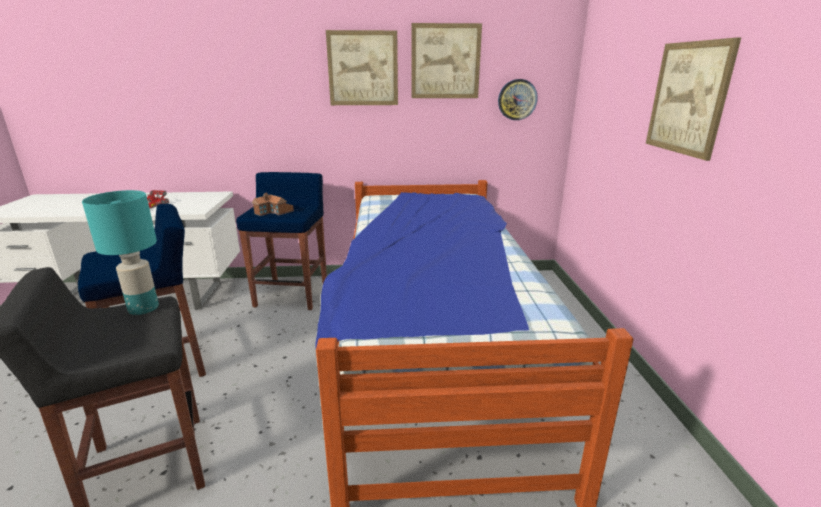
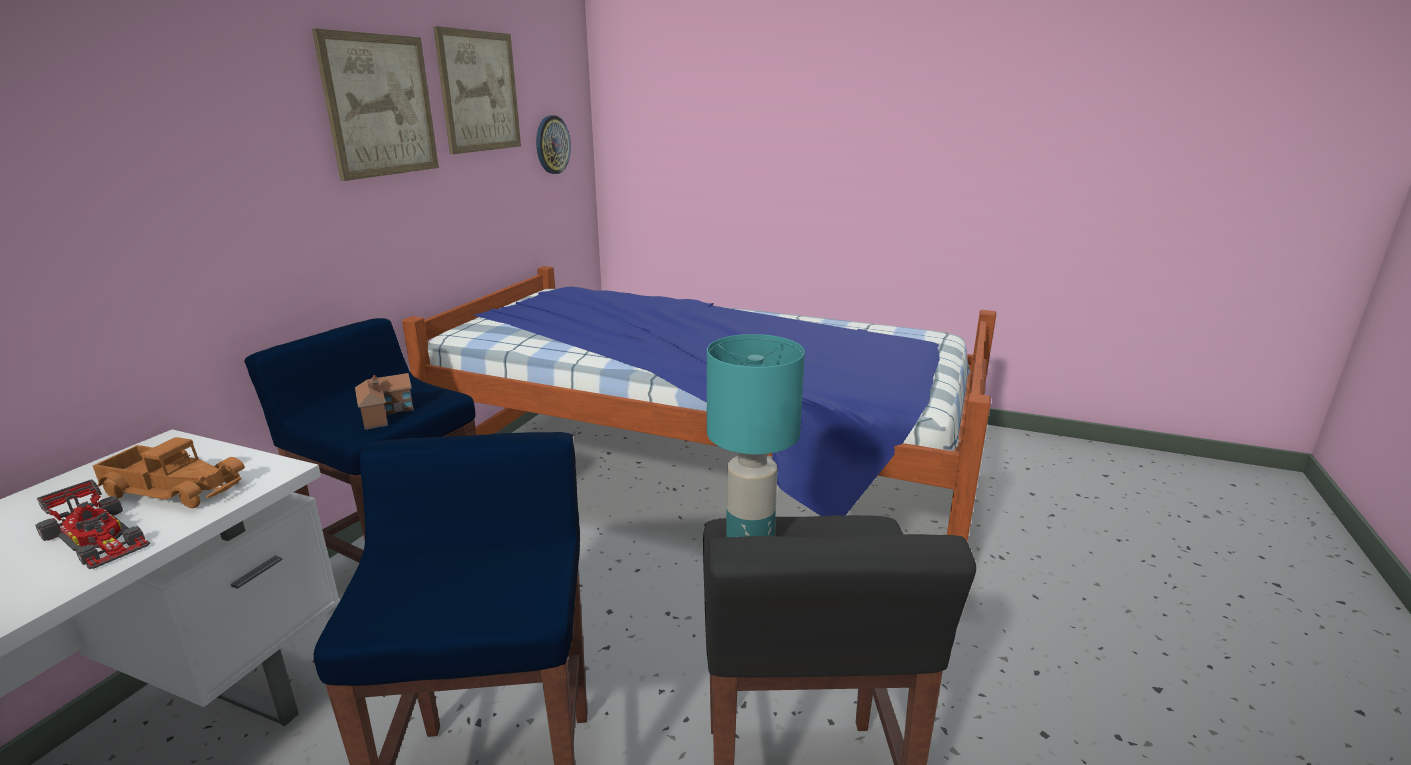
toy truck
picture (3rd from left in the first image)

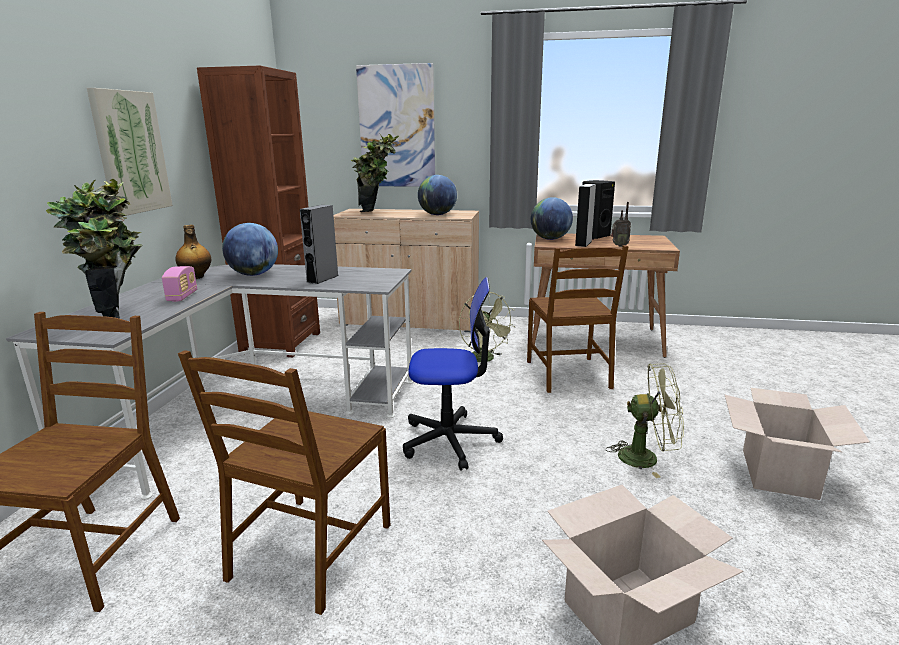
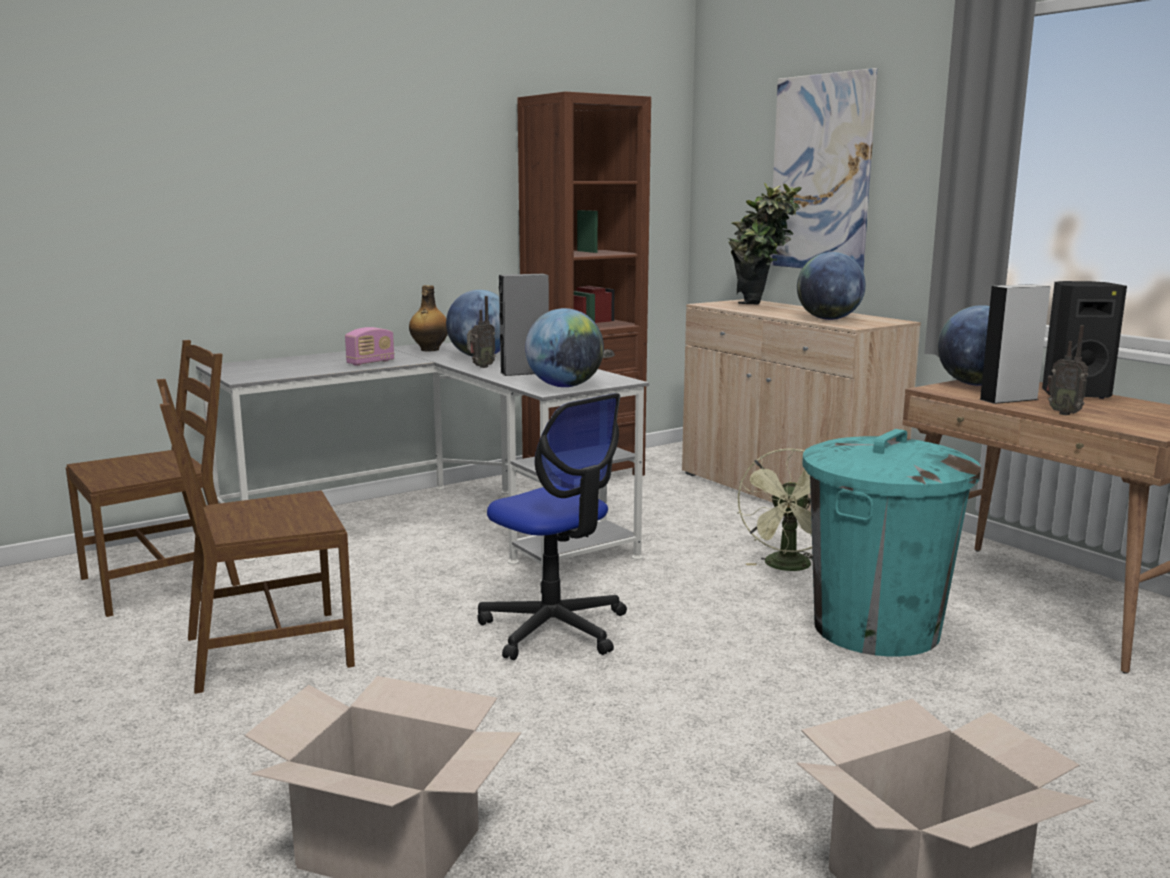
radio (2nd from left)
globe (2nd from left)
turquoise trash can
potted plant (1st from left in the first image)
picture (1st from left in the first image)
green fan (2nd from left in the first image)

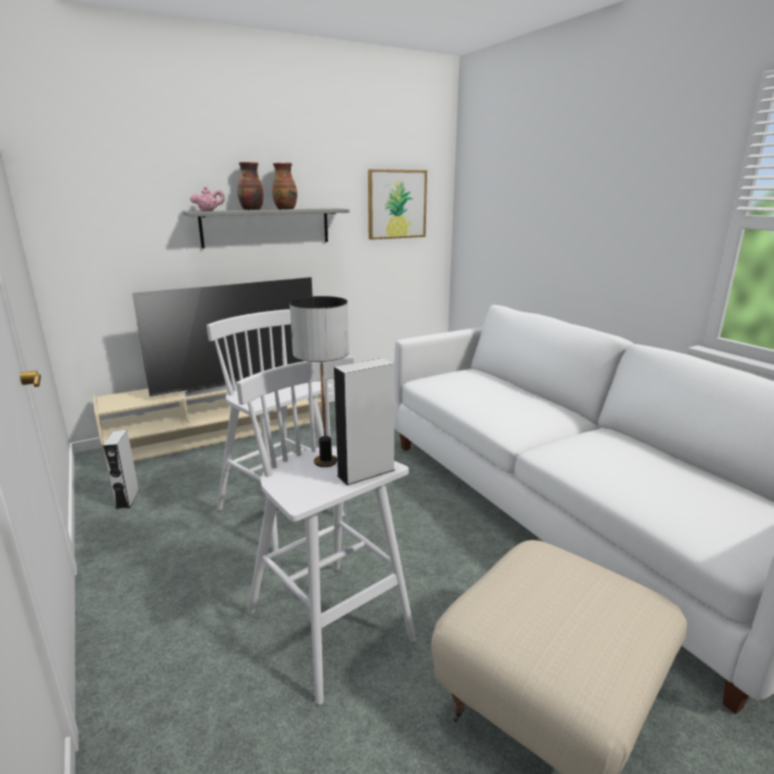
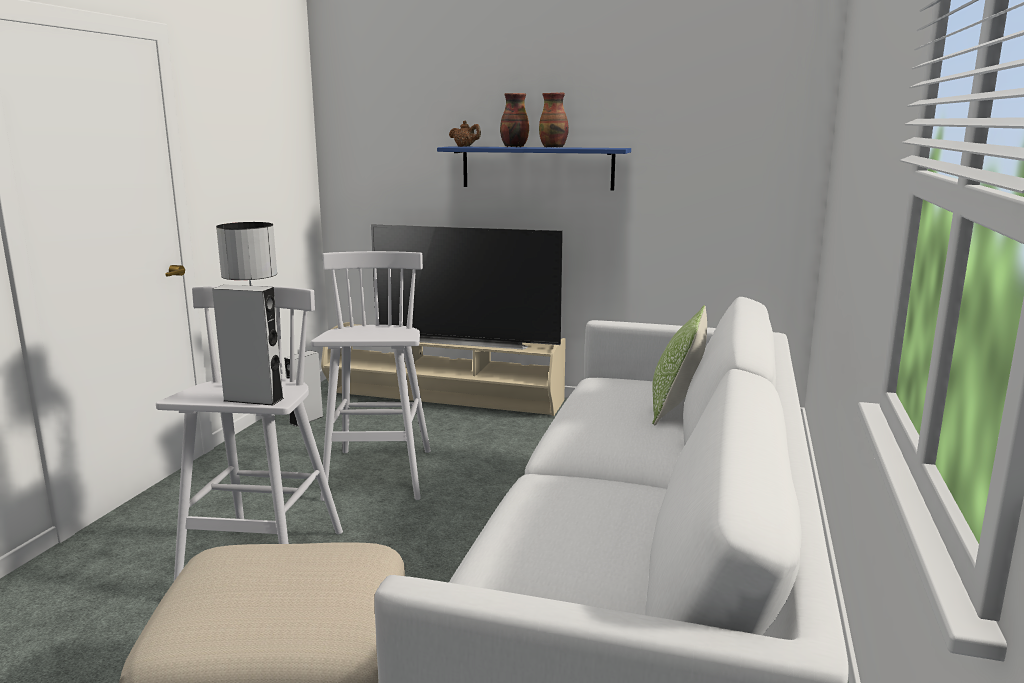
blue shelf
brown teapot
pillow
picture

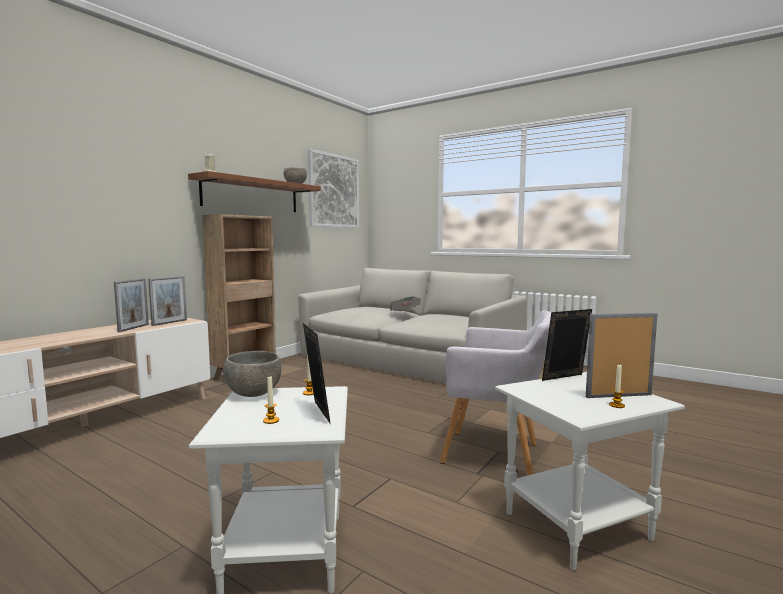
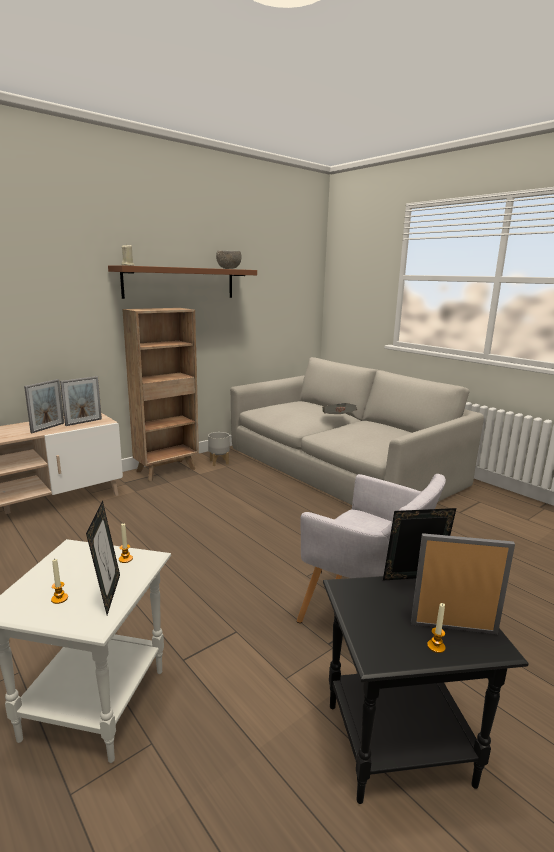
grey planter
black side table
grey bowl (1st from left in the first image)
picture

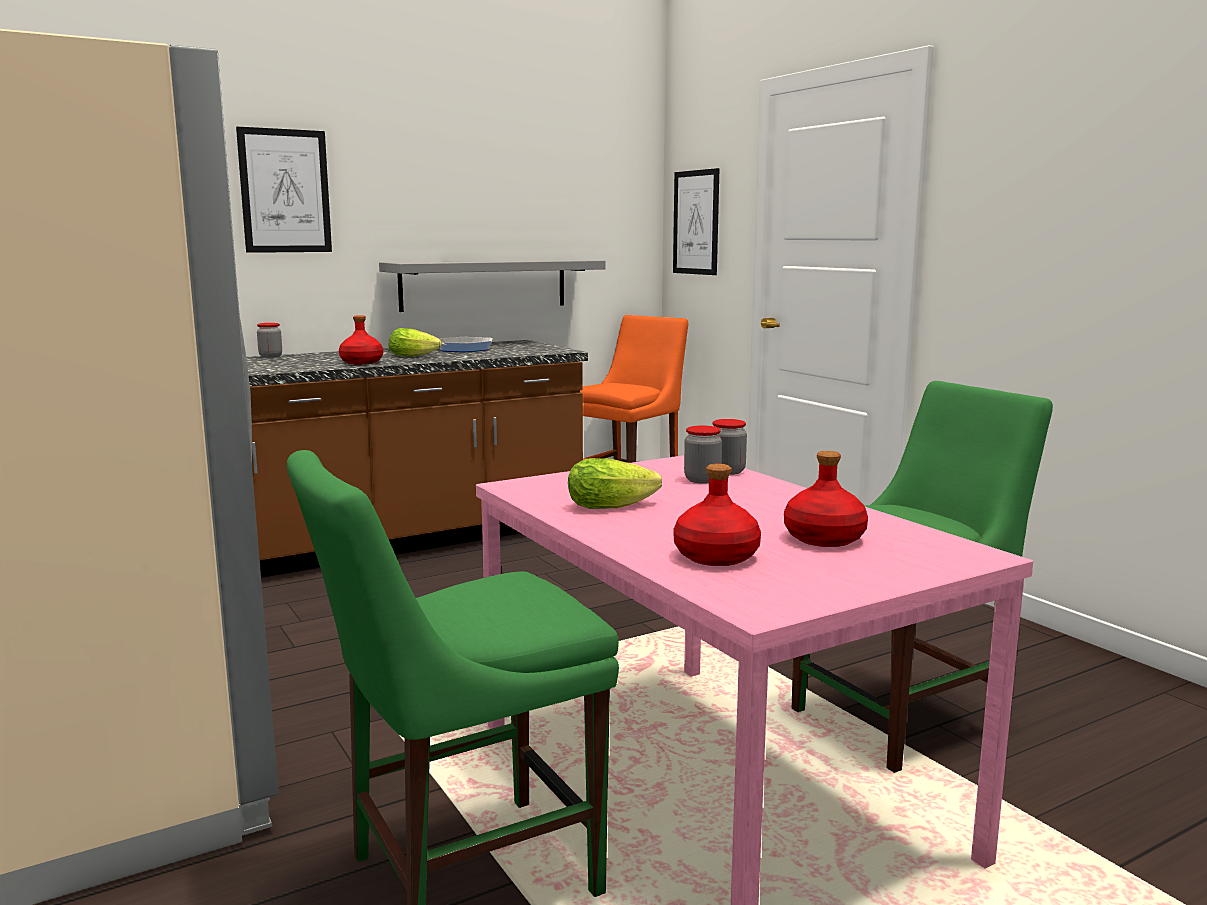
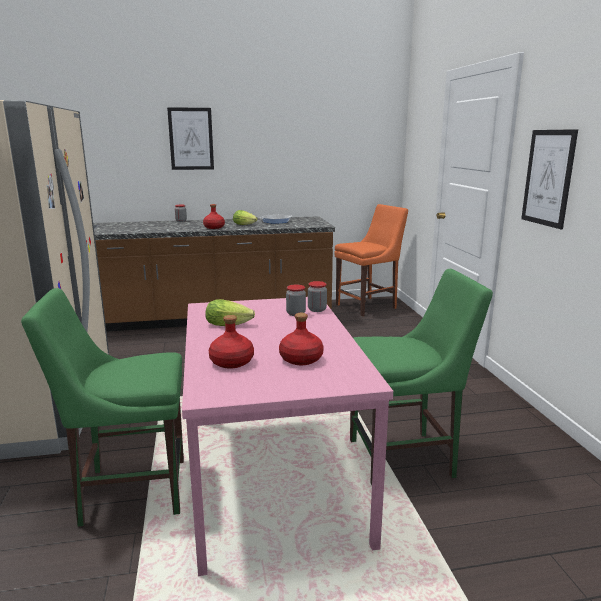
picture (2nd from left)
grey shelf

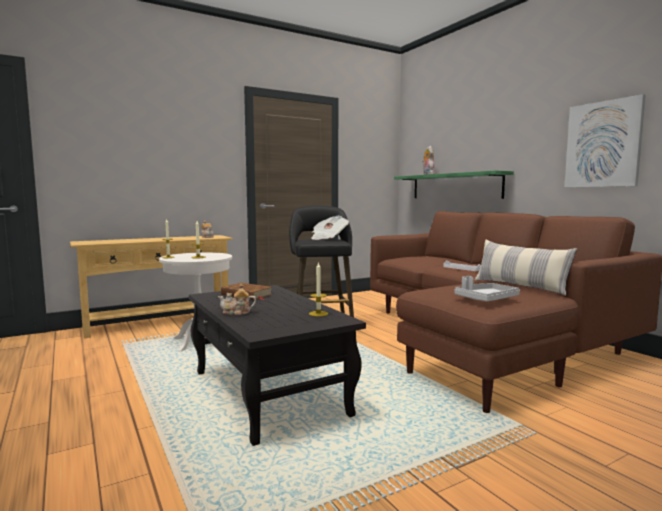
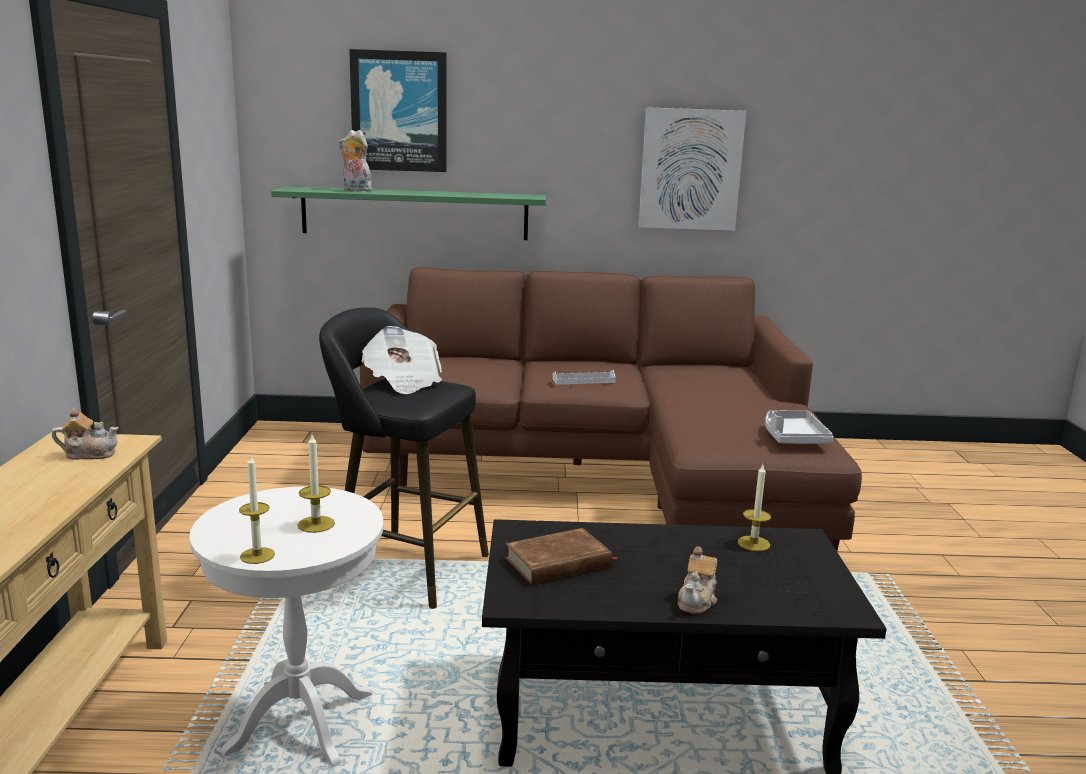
picture (1st from left)
pillow

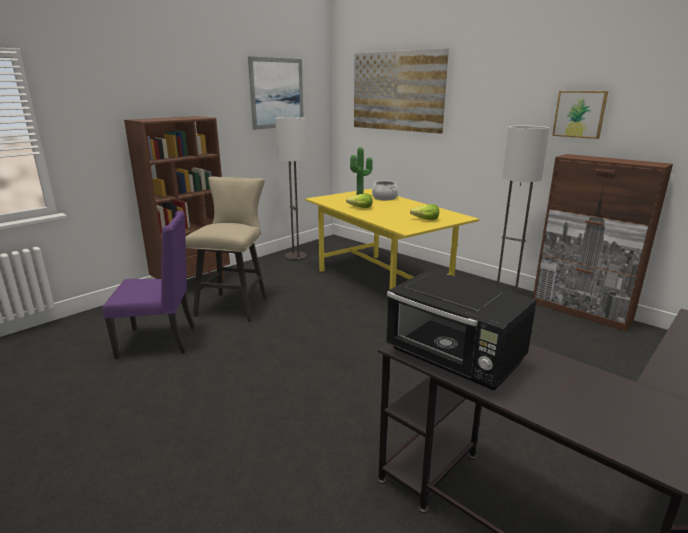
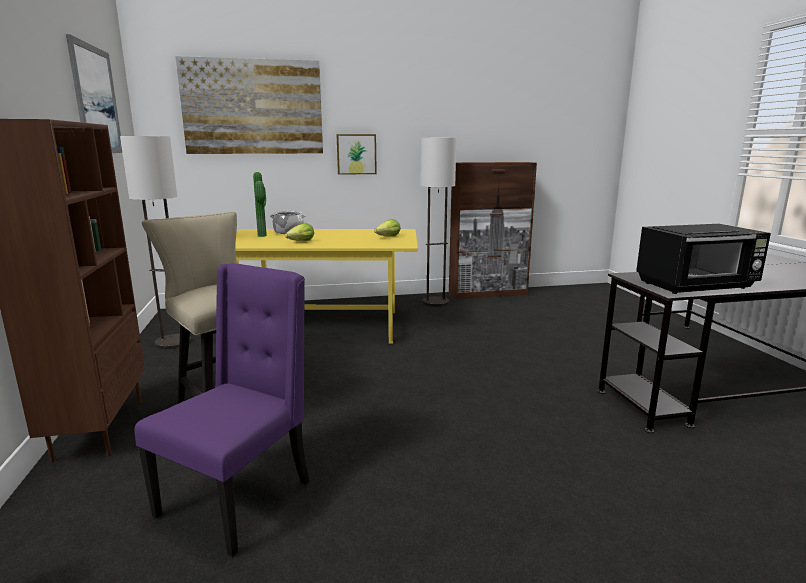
picture (3rd from left)

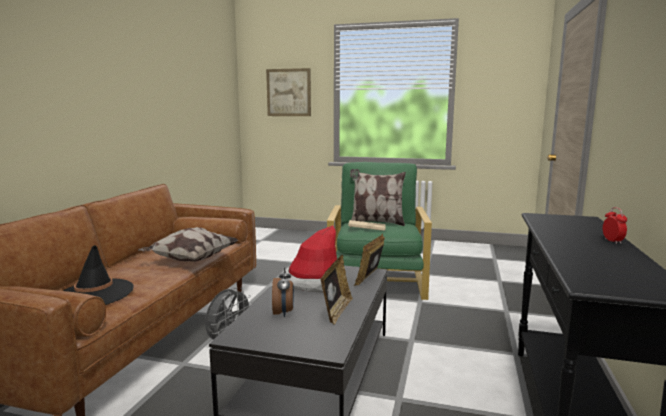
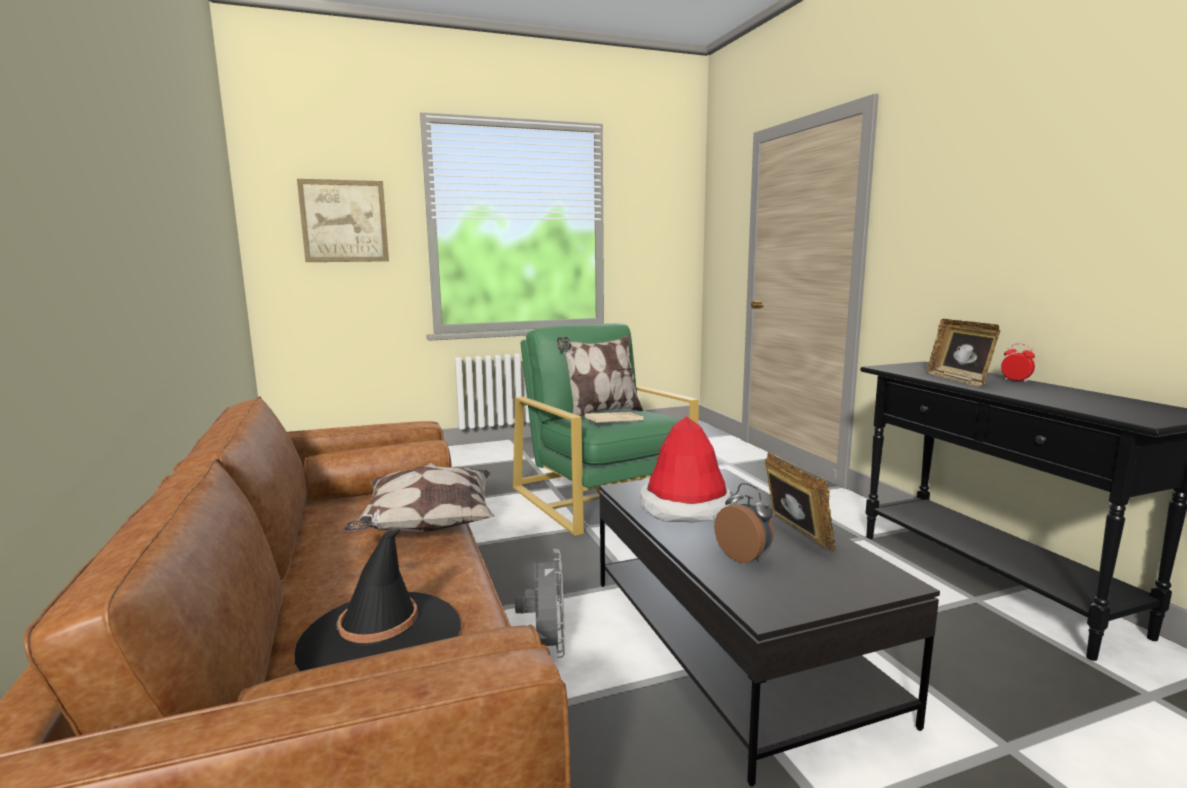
picture frame (2nd from left)

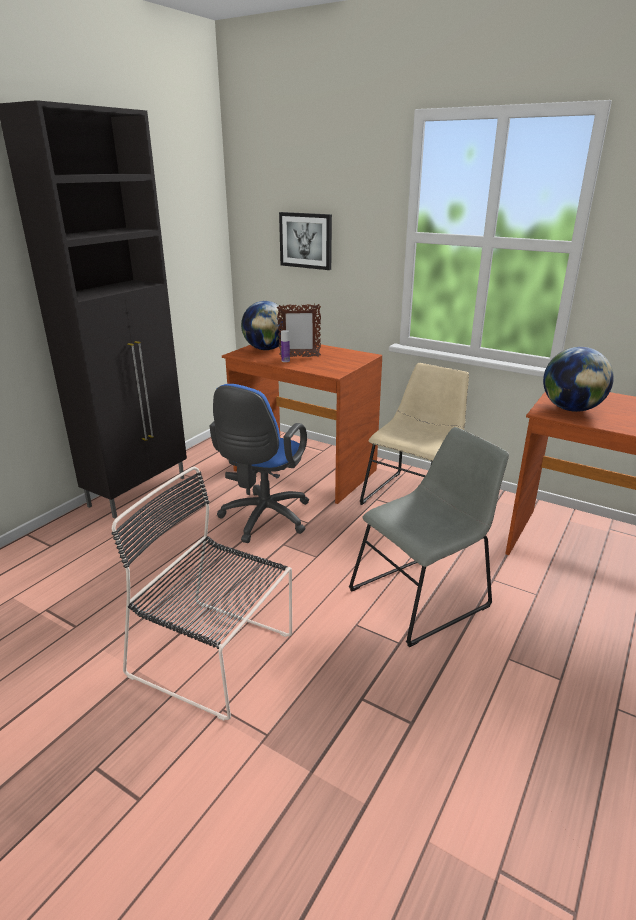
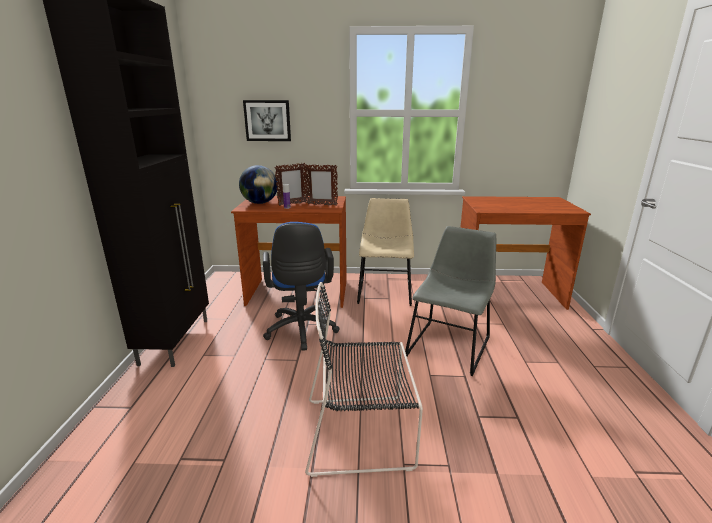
picture frame (2nd from left)
globe (2nd from left in the first image)

